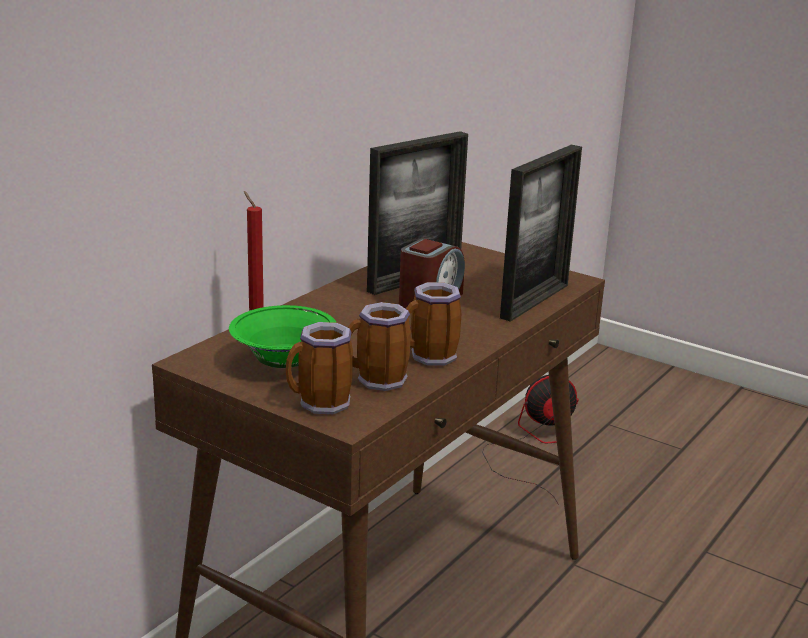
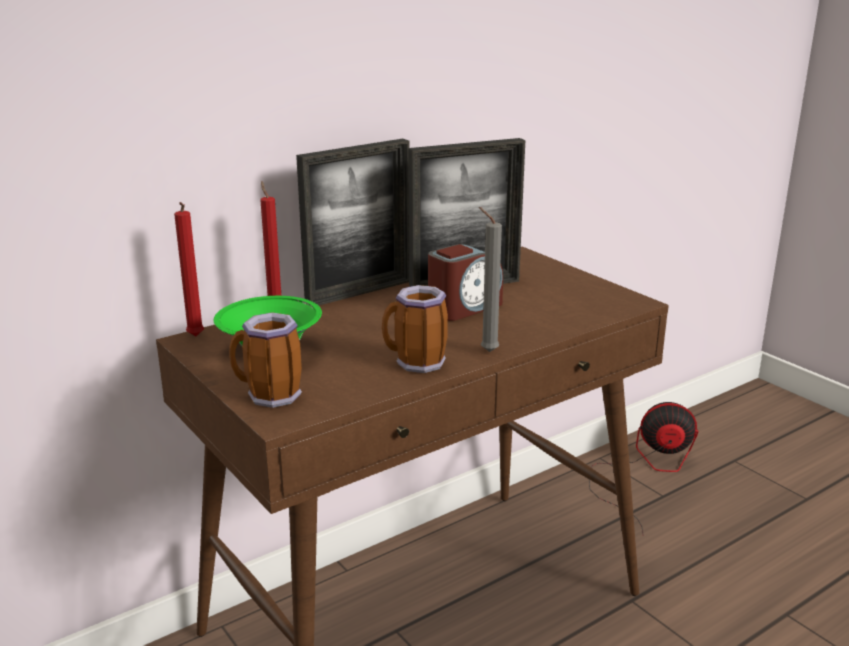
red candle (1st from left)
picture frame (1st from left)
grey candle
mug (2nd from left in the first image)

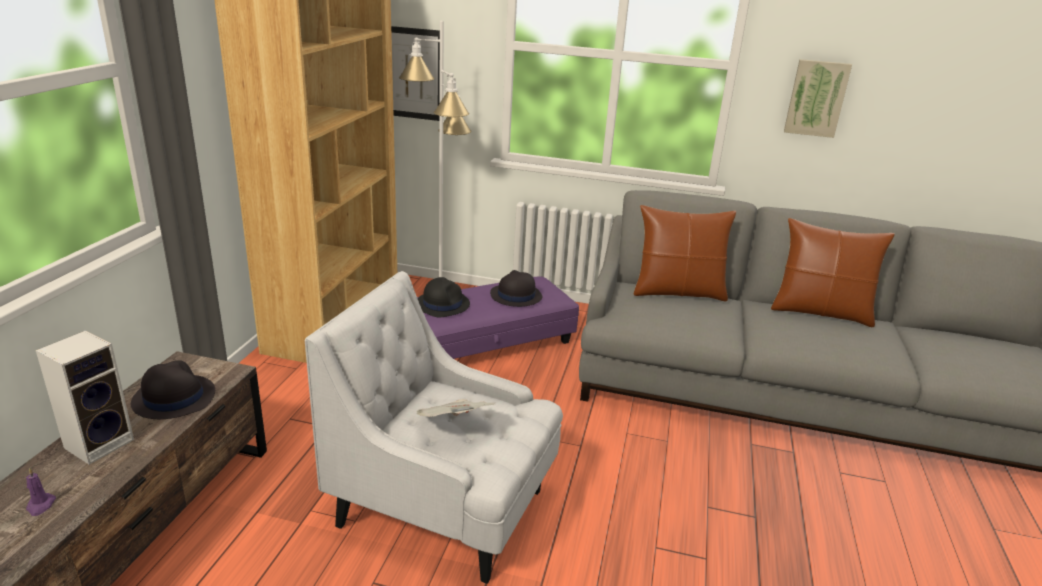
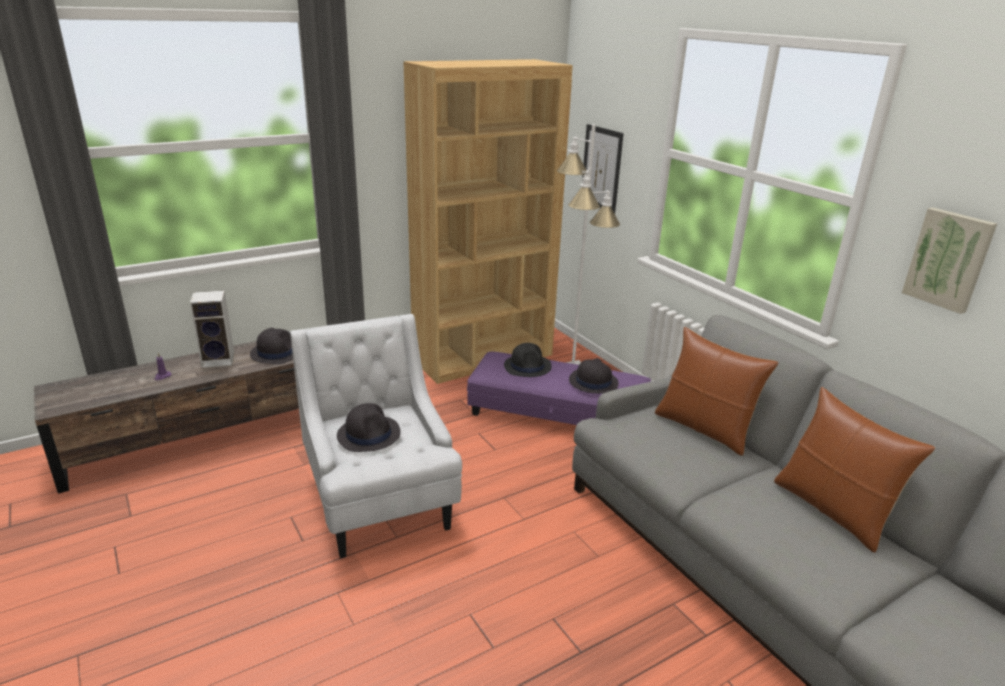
black hat (2nd from left)

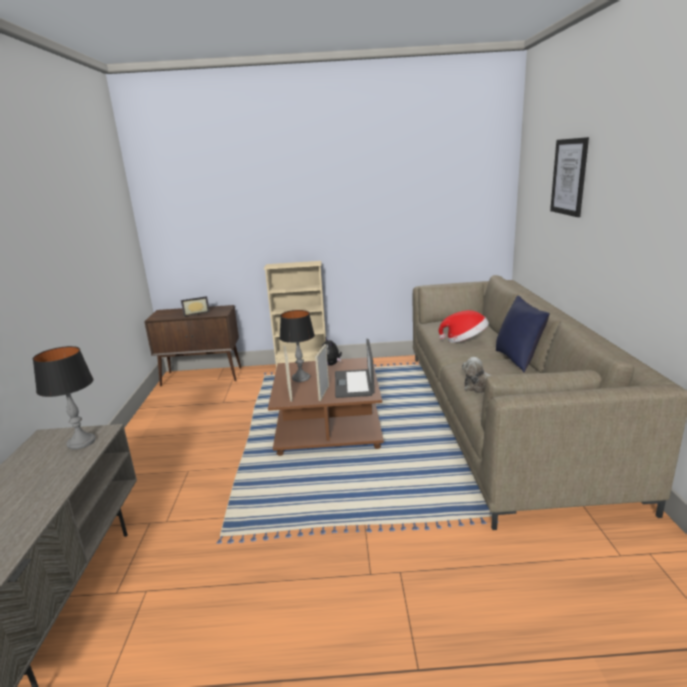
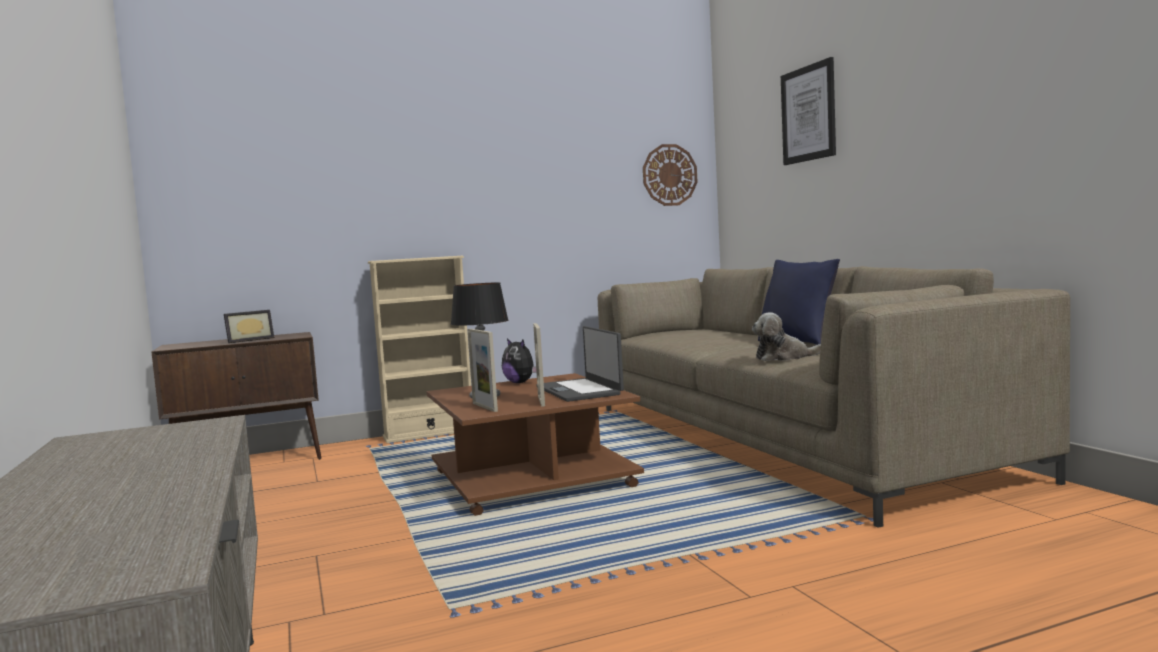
wall clock
table lamp (1st from left in the first image)
hat

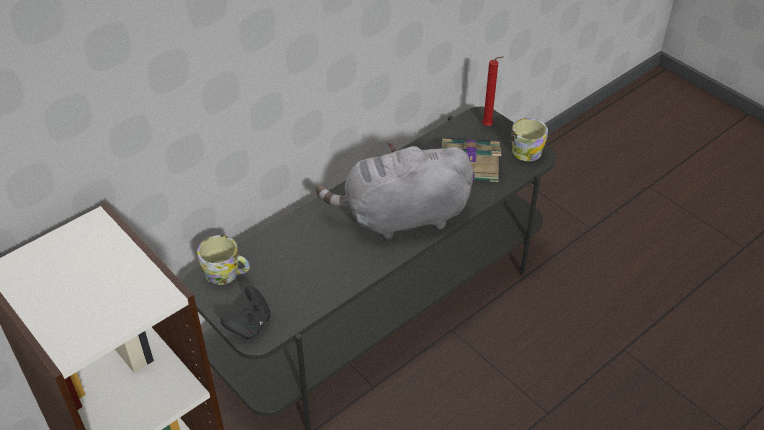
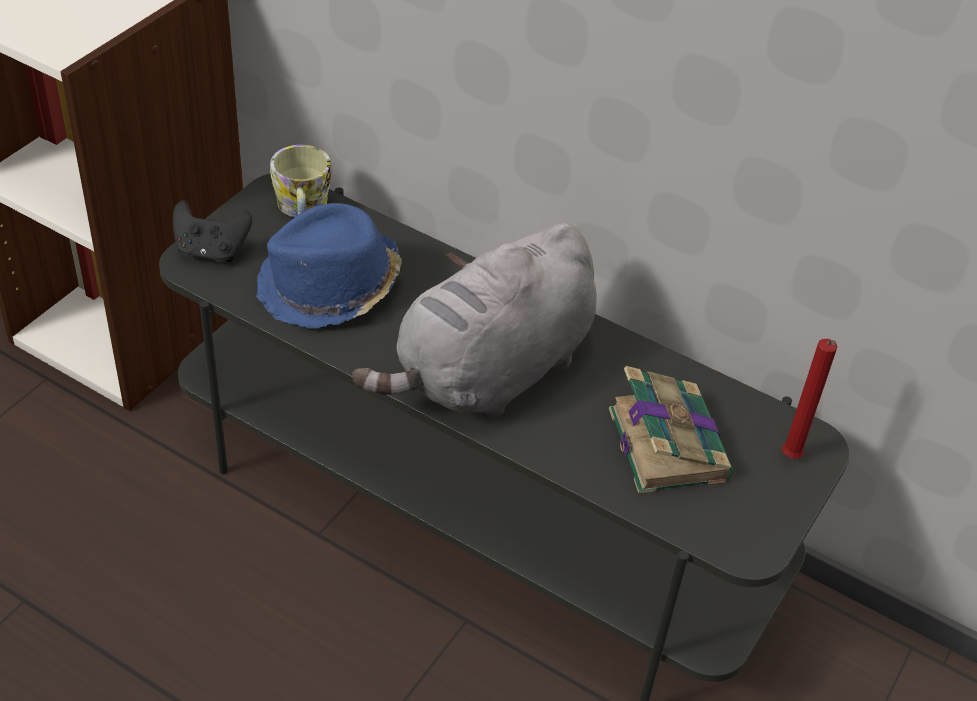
blue hat
grey plush toy
mug (2nd from left in the first image)

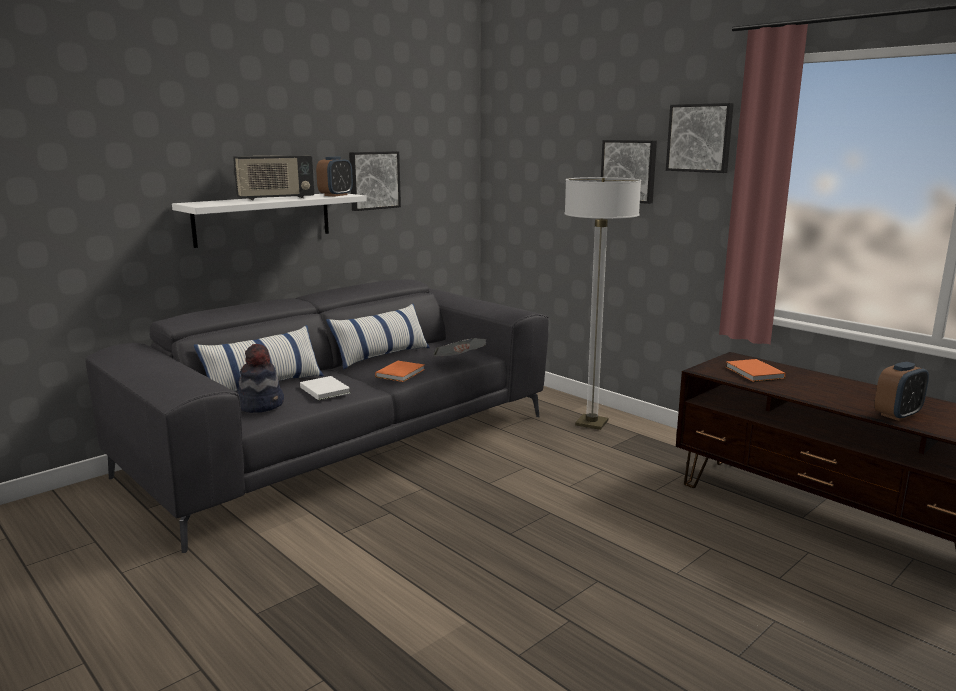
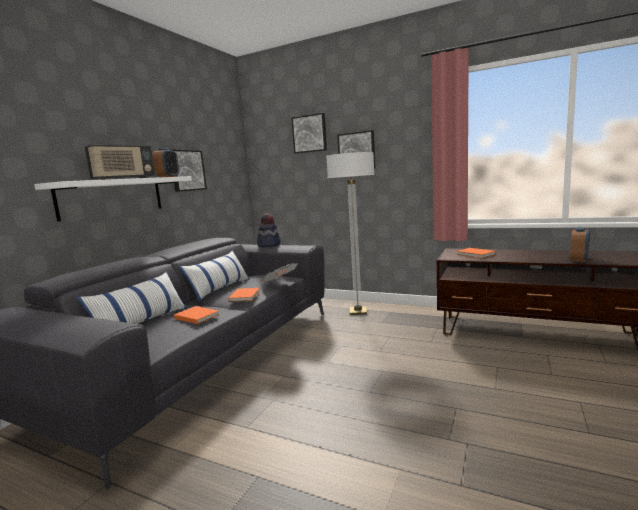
orange book (1st from left)
hat
picture (2nd from left)

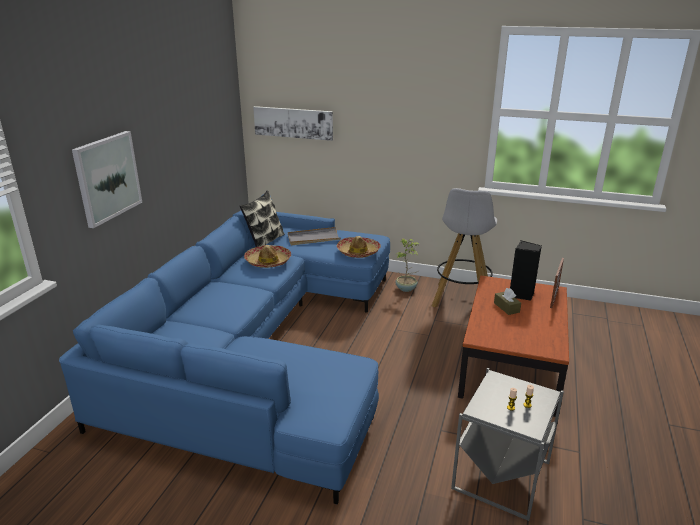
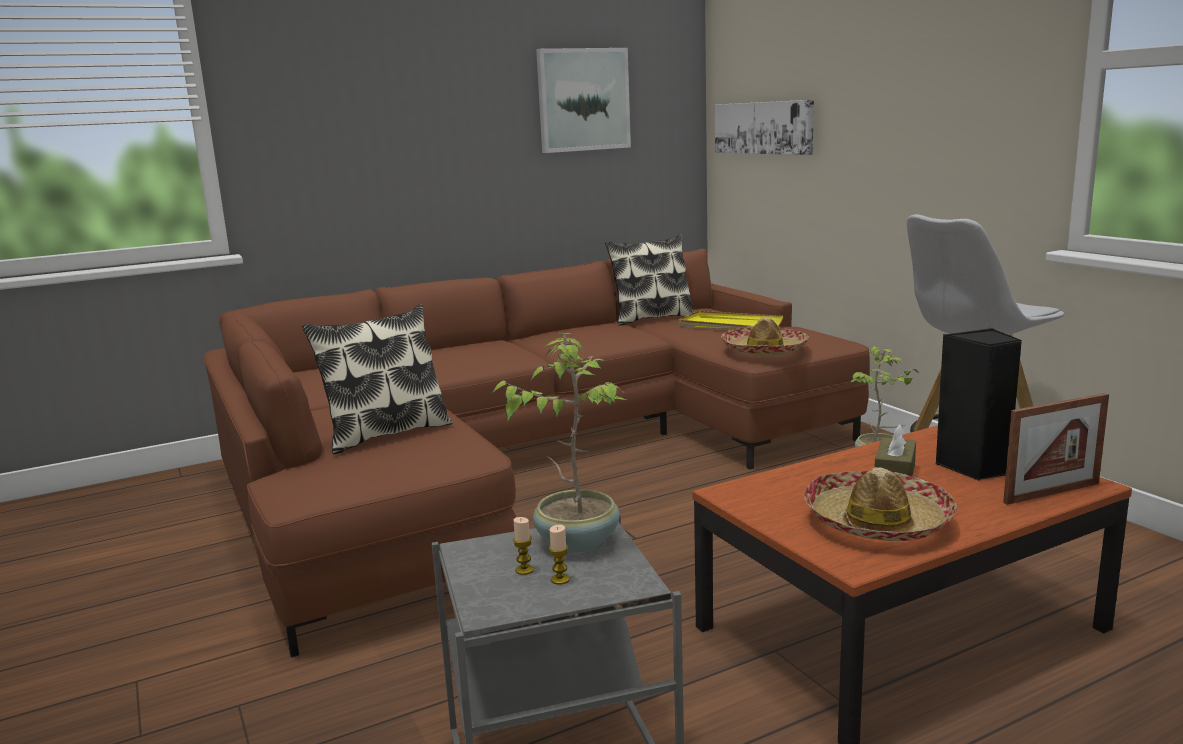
brown sofa
pillow (1st from left)
potted plant (1st from left)
picture (1st from left)
yellow tray
hat (2nd from left)

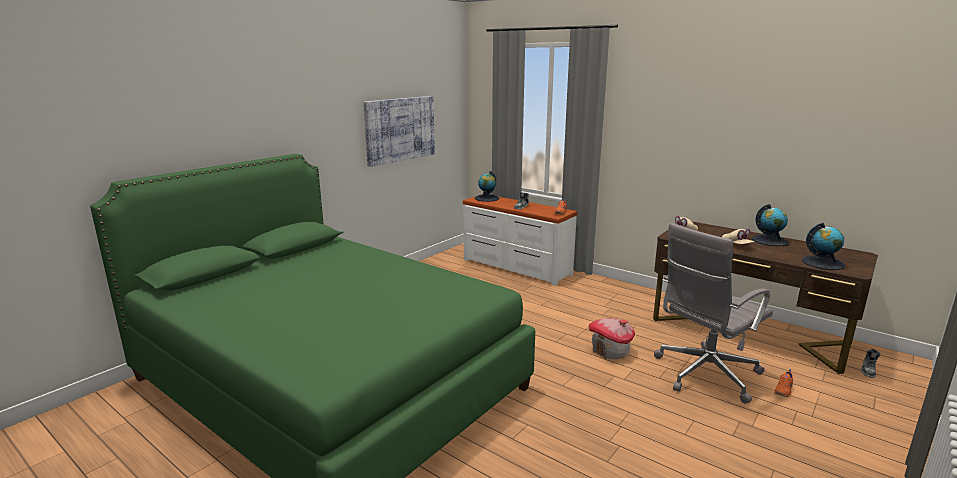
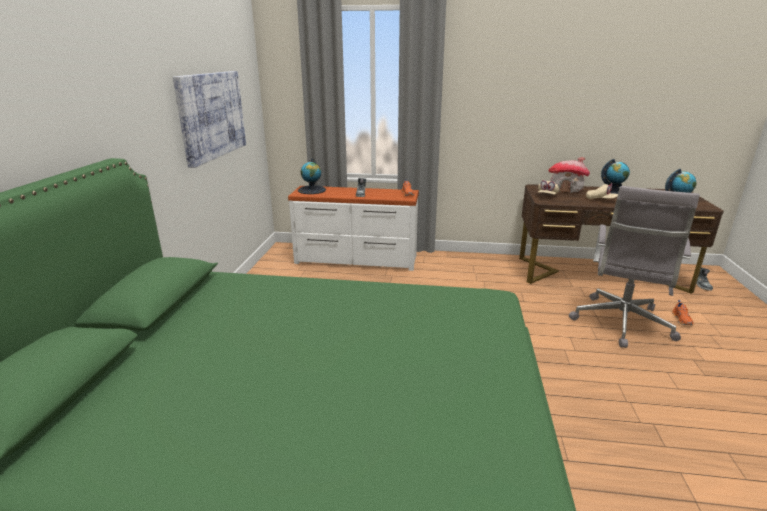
toy house

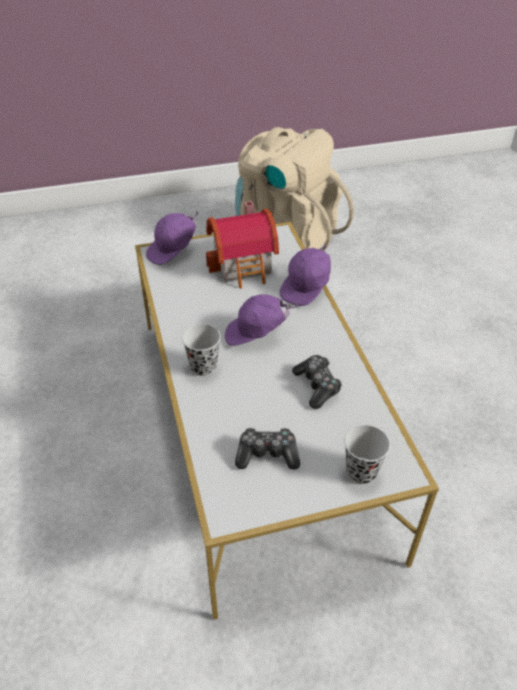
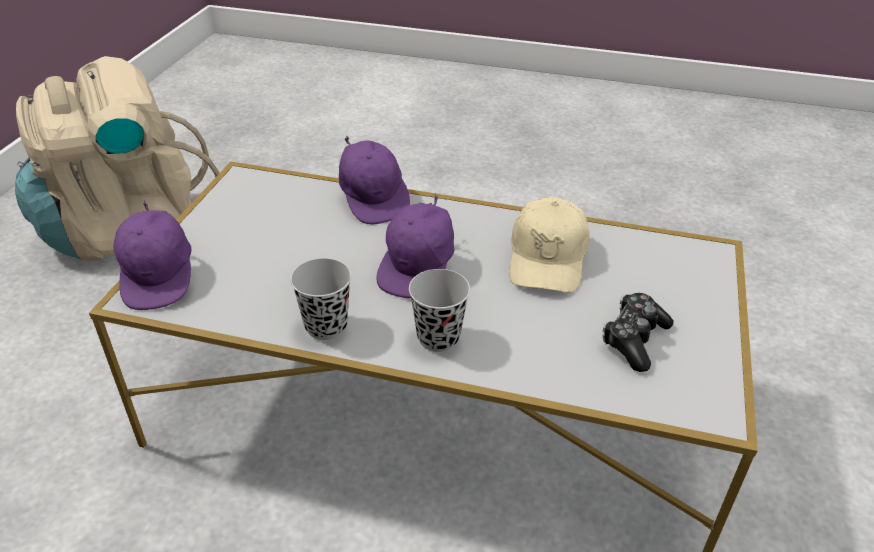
black cup (1st from left)
beige cap
toy house

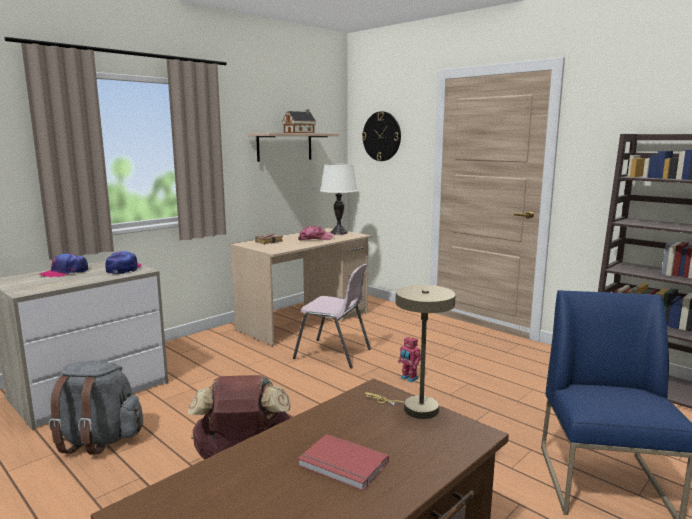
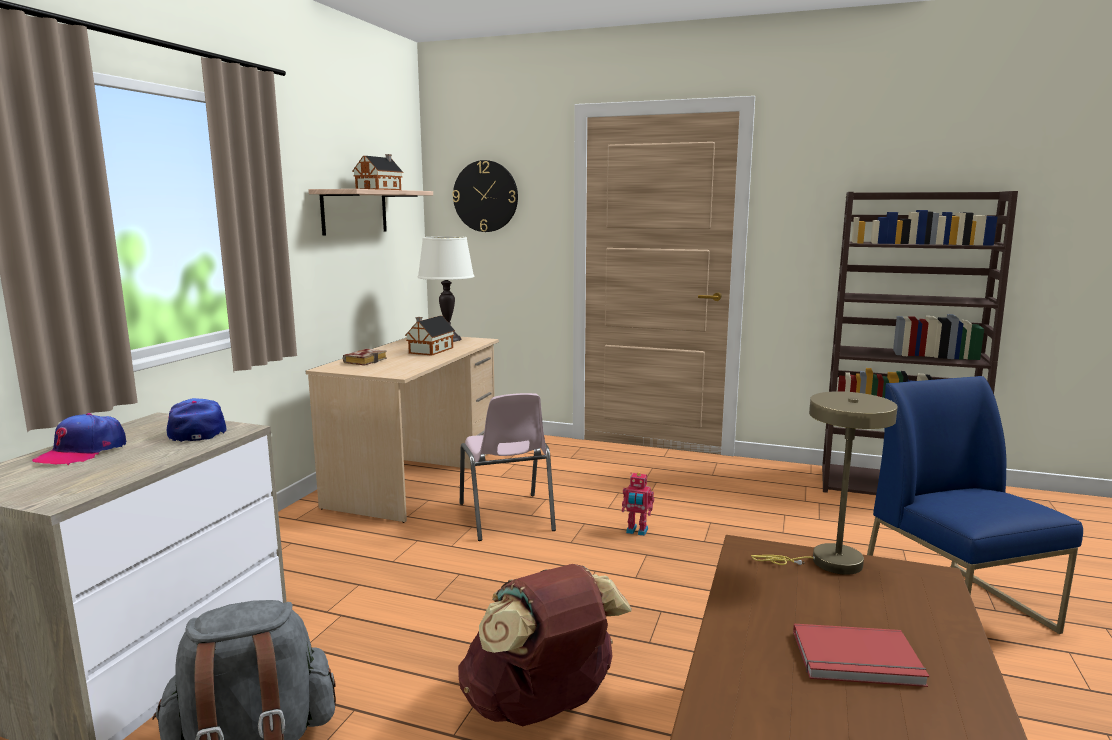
toy house (2nd from left)
pink chair

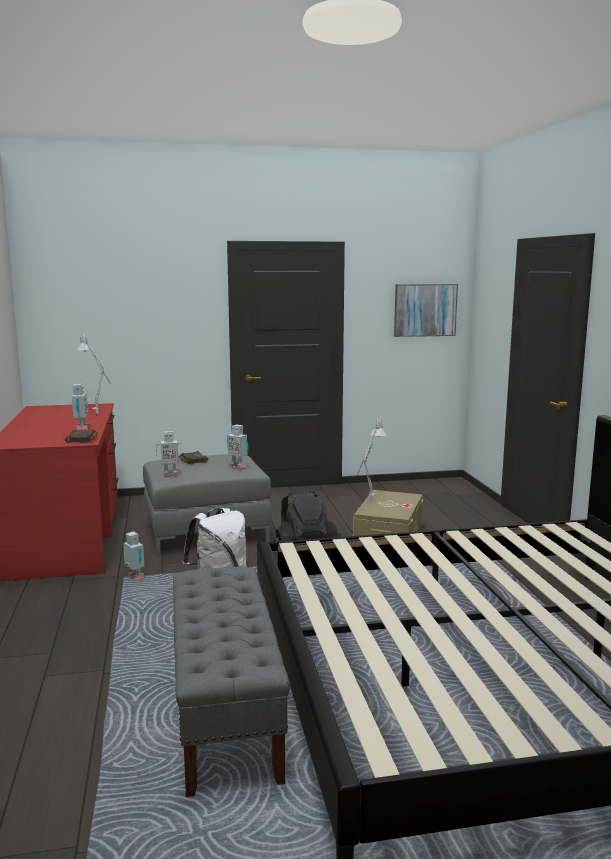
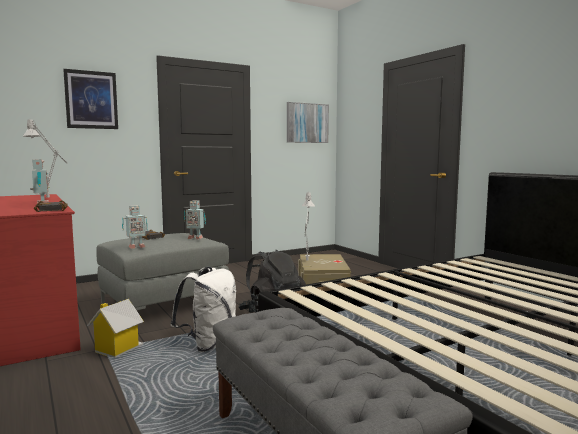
picture (1st from left)
toy house

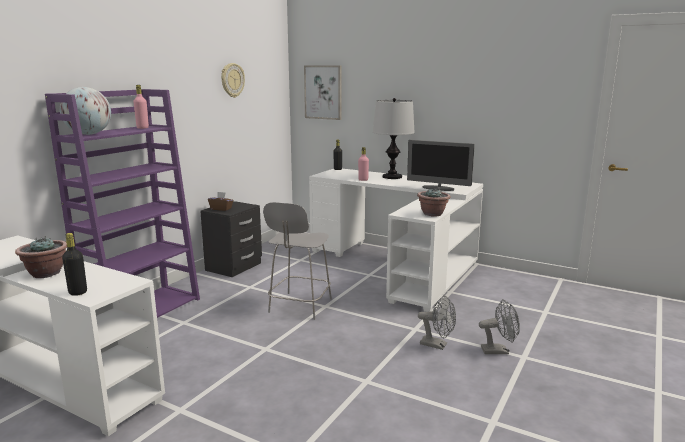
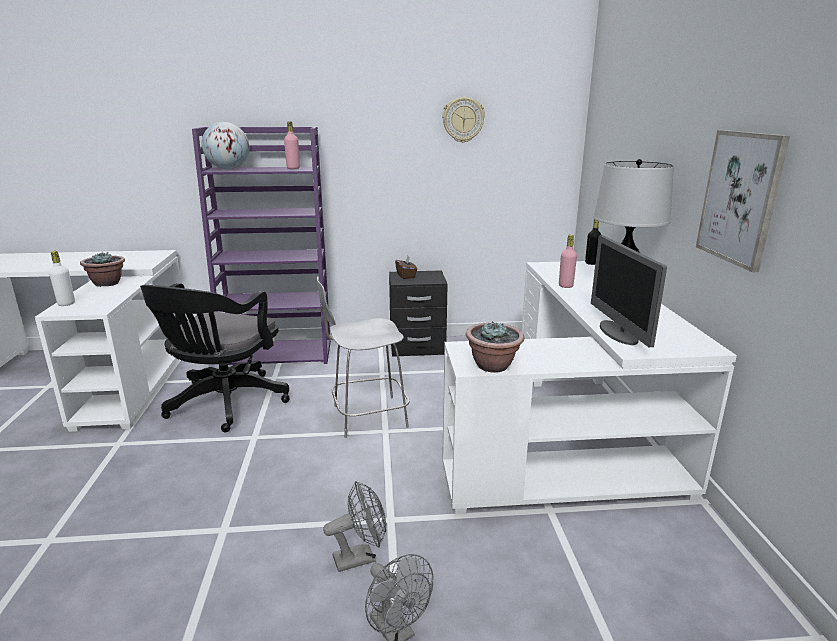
white bottle
black office chair
grey fan (1st from left)
picture

